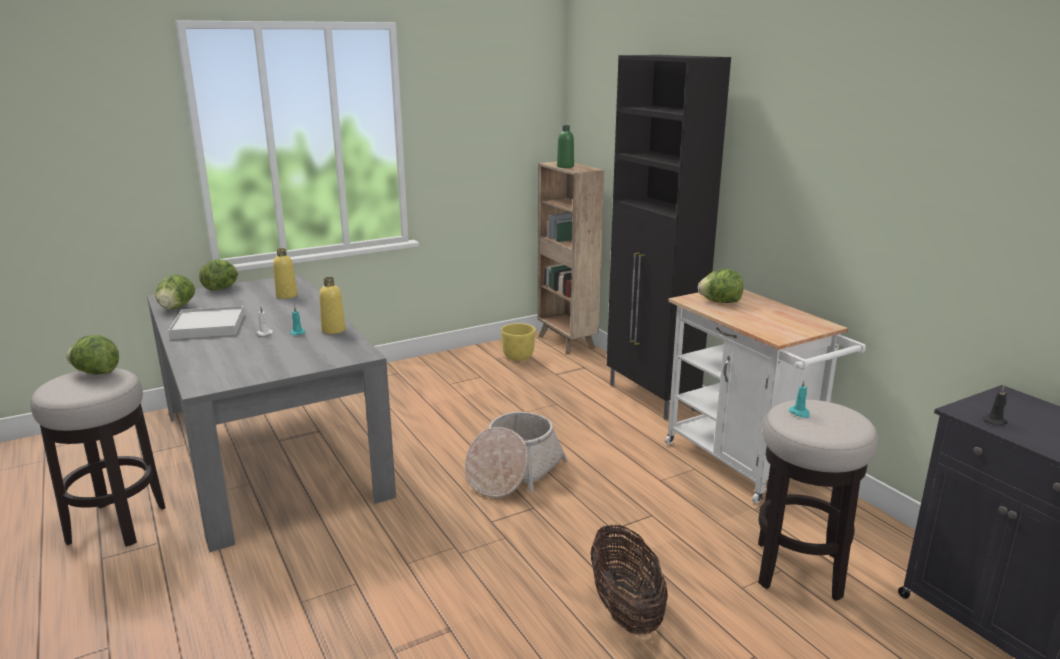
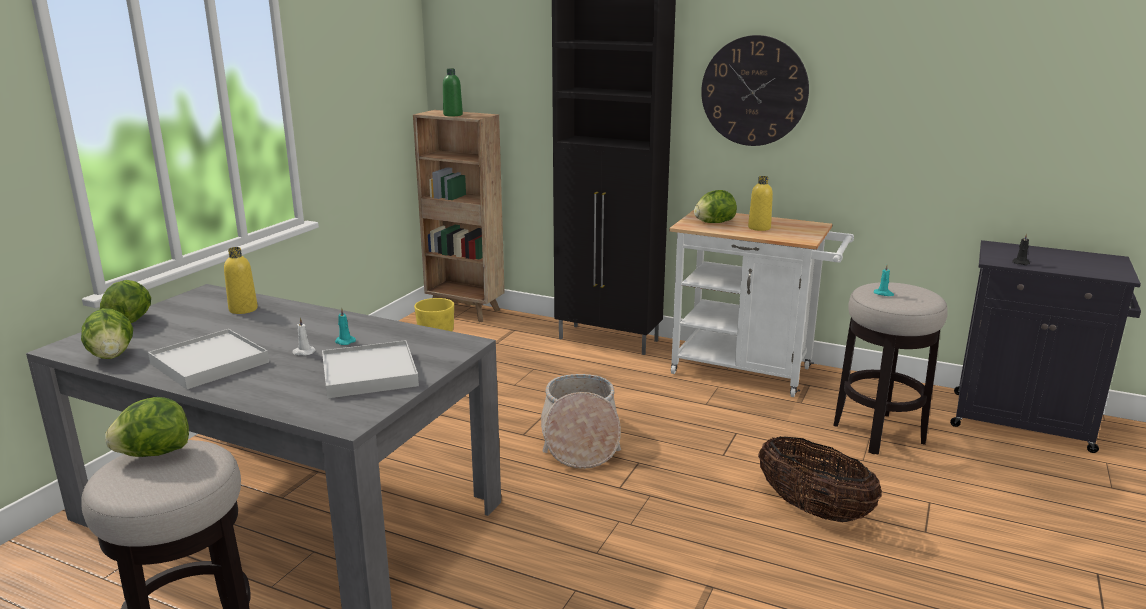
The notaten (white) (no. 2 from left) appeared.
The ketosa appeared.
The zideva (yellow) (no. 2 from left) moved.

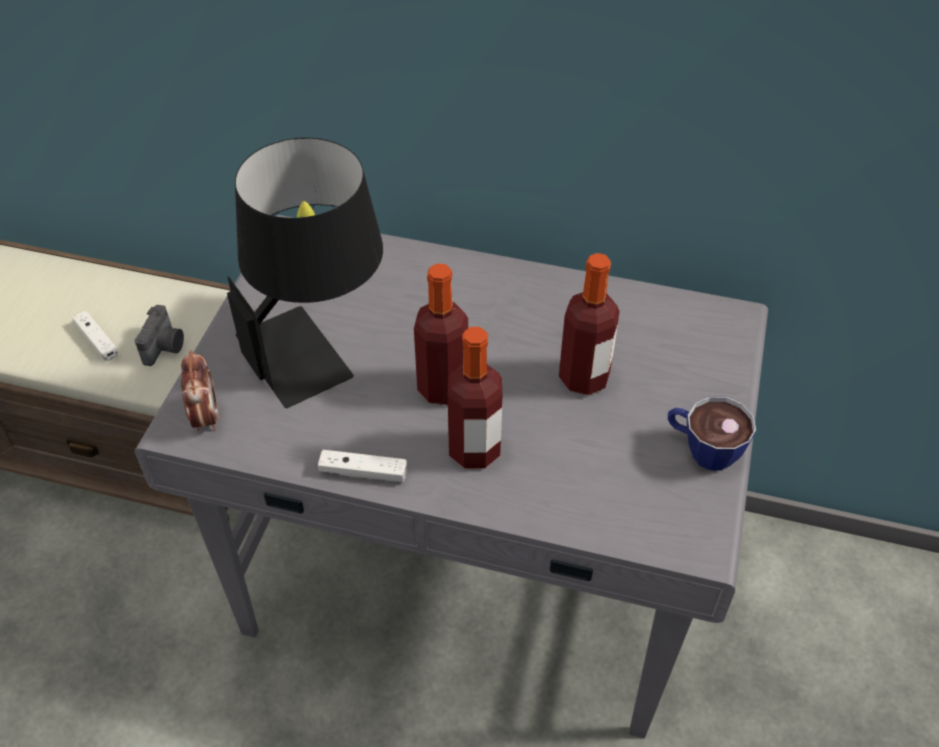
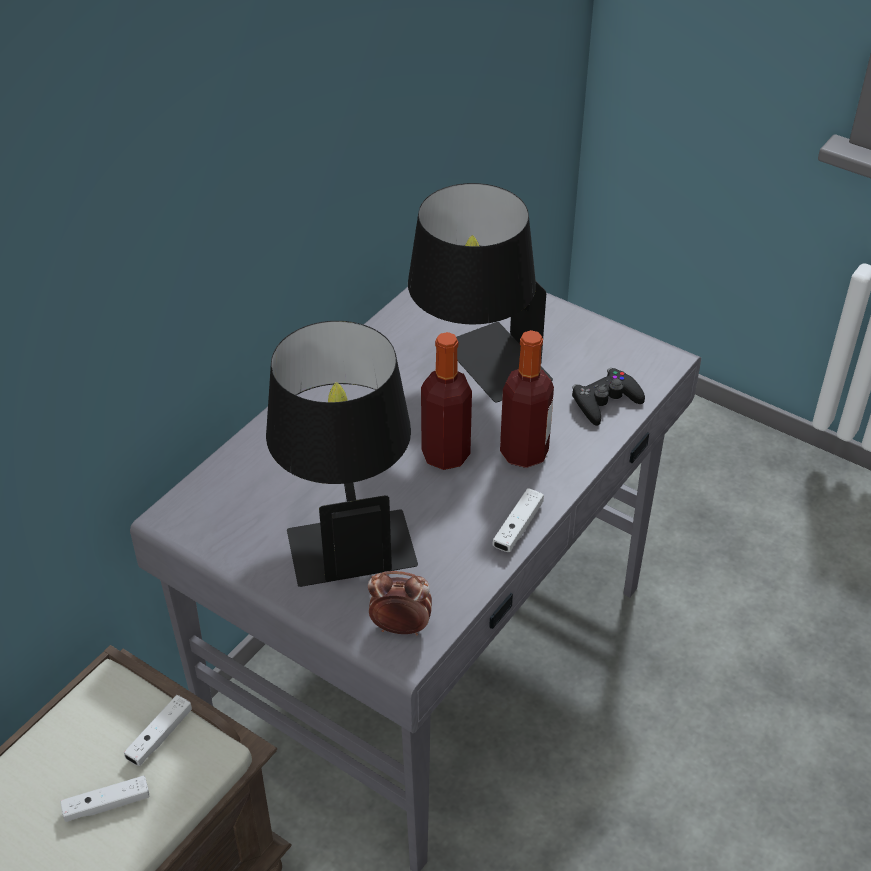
The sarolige was replaced by the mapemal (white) (no. 2 from left).
The zideva (no. 3 from left) was replaced by the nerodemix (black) (no. 2 from left).
The mapemal (black) appeared.
The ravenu disappeared.

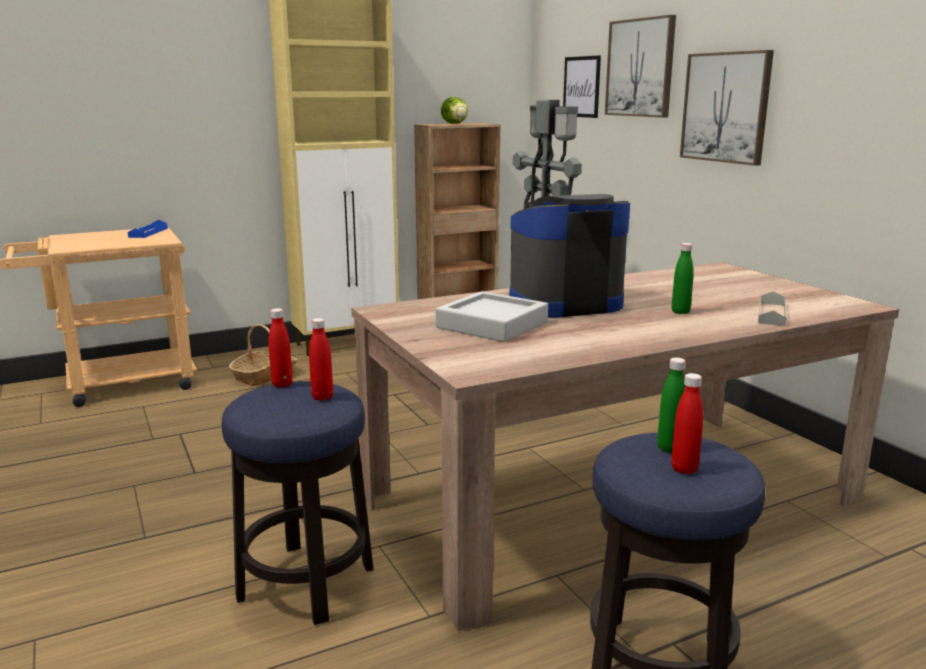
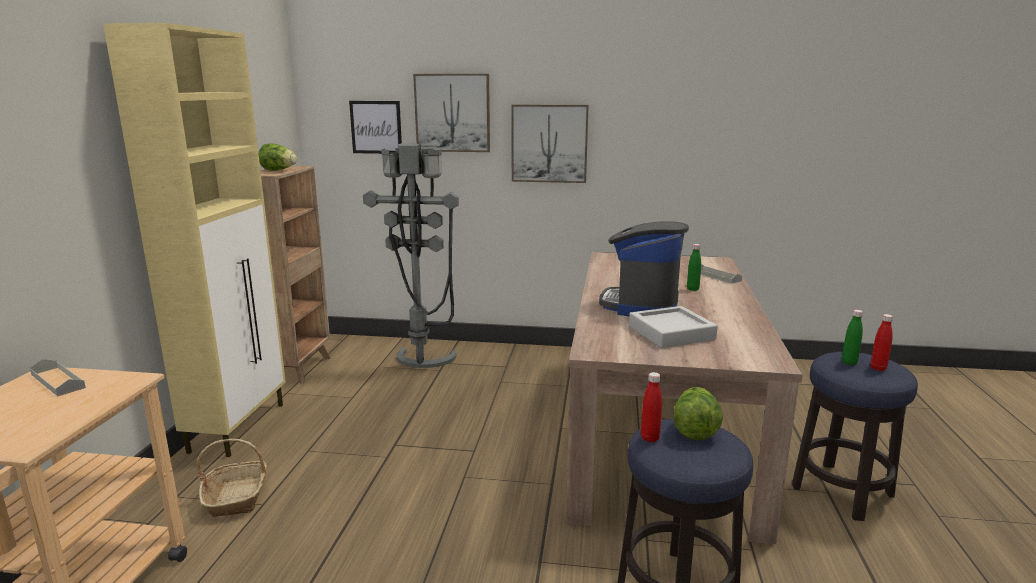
The notaten (blue) became the notaten (grey) (no. 1 from left).
The zideva (red) (no. 2 from left) was replaced by the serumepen (no. 2 from left).

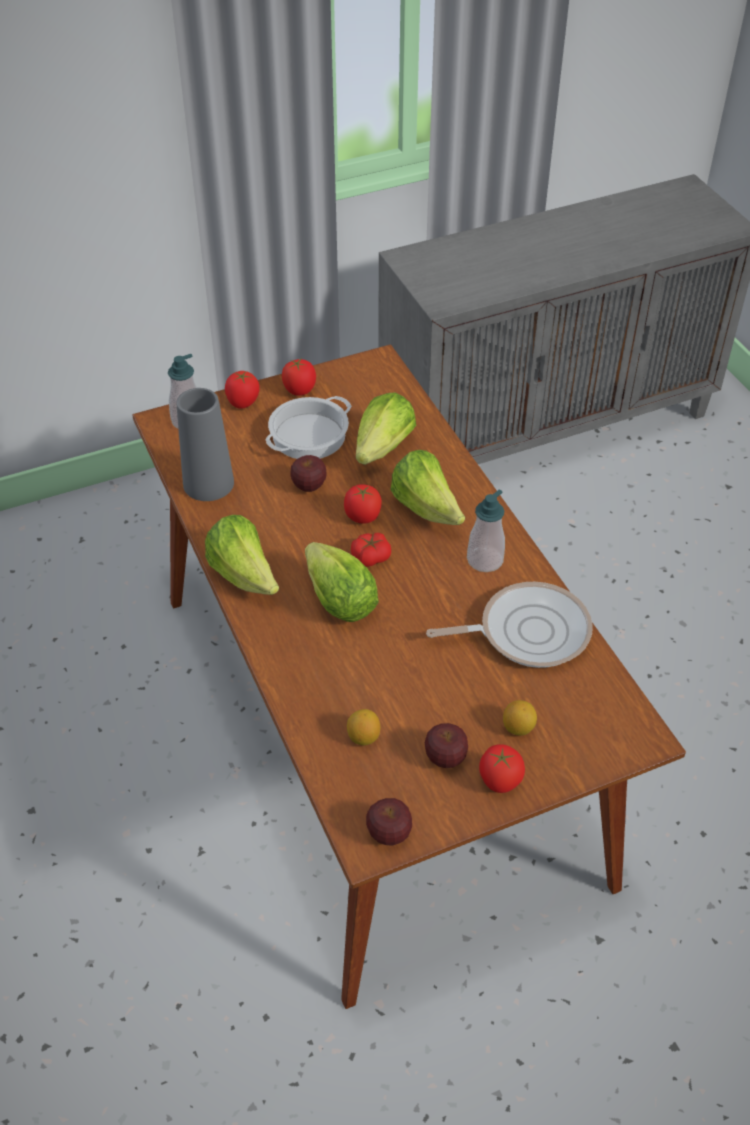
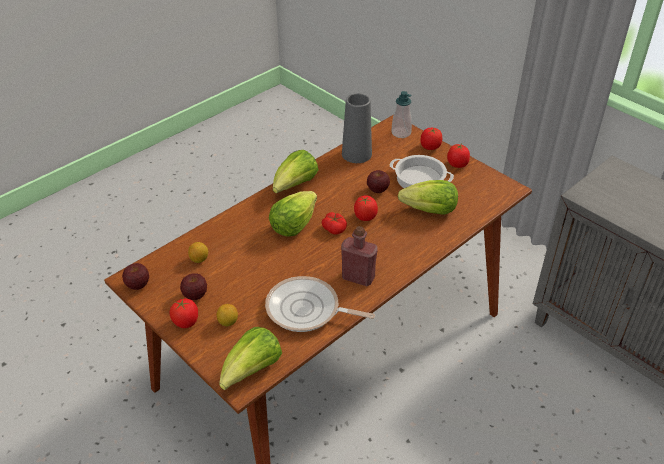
The serumepen (no. 4 from left in the first image) moved.
The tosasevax turned 135 degrees clockwise.
The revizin (no. 2 from left) was replaced by the zideva (red).

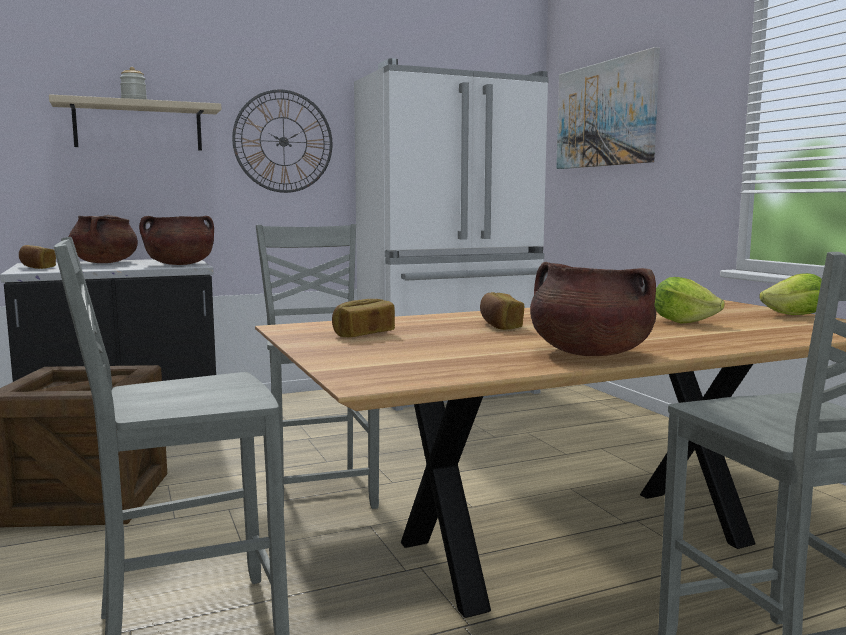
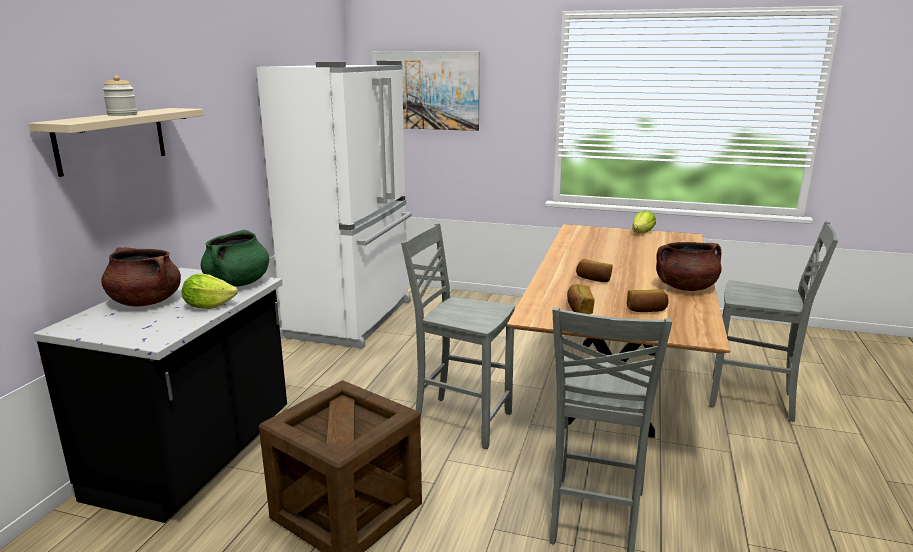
The serumepen (no. 1 from left) moved.
The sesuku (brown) (no. 2 from left) became the sesuku (green).
The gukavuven (no. 1 from left in the first image) moved.
The ketosa disappeared.

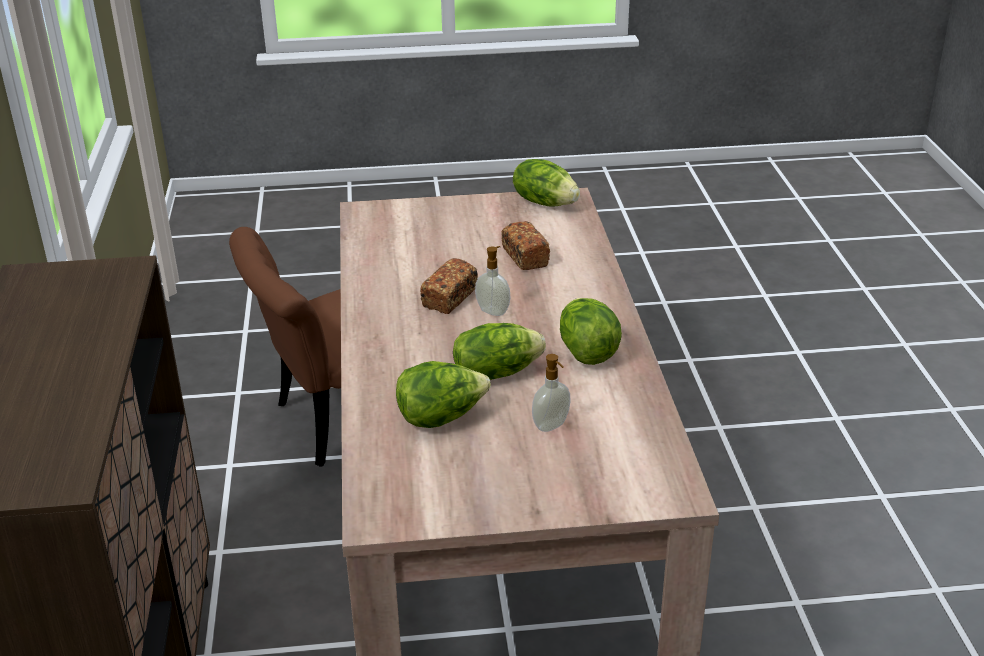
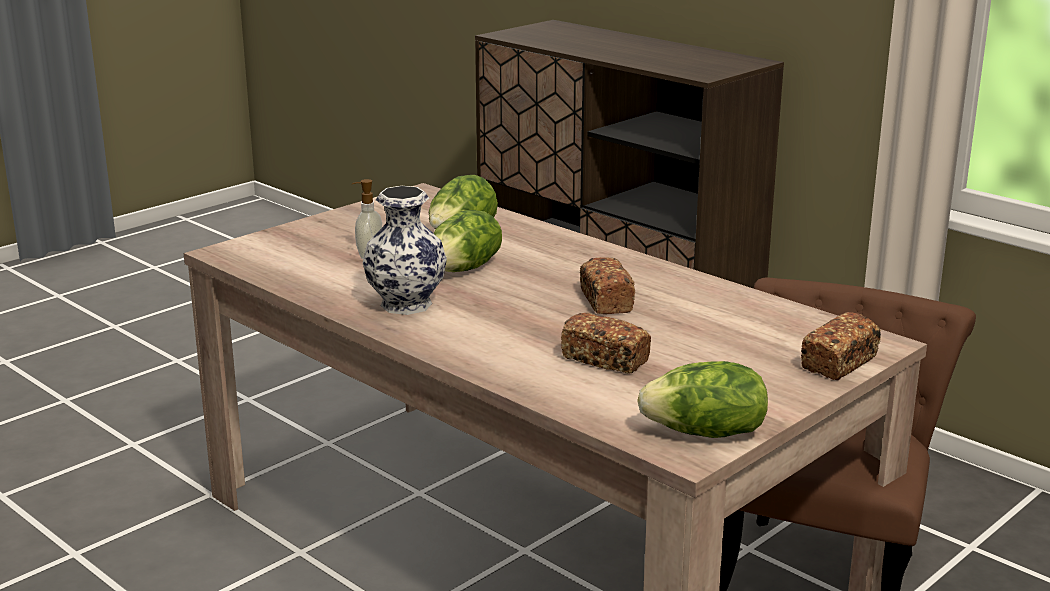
The serumepen (no. 4 from left) was replaced by the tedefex.
The gukavuven (no. 3 from left) appeared.
The revizin (no. 1 from left) disappeared.

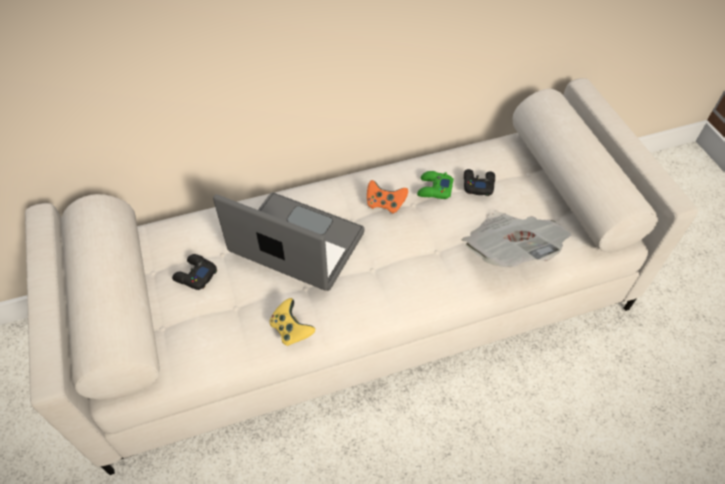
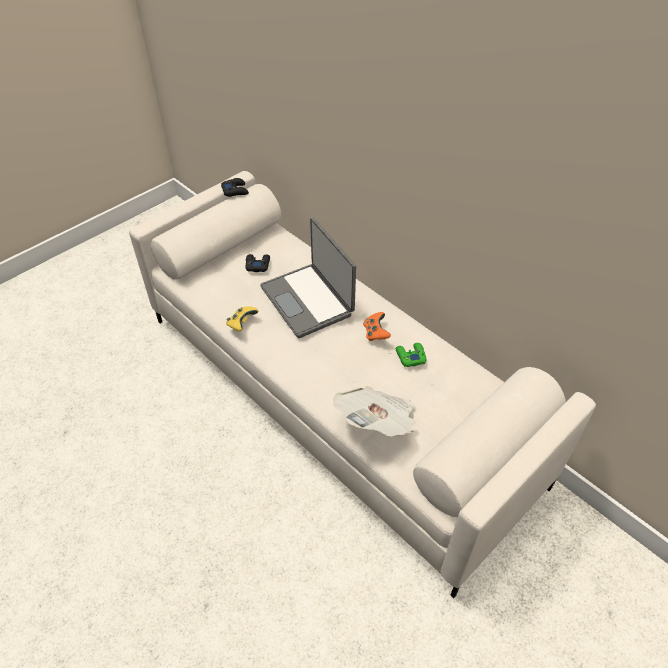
The mapemal (black) (no. 2 from left in the first image) moved.
The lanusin turned 150 degrees clockwise.

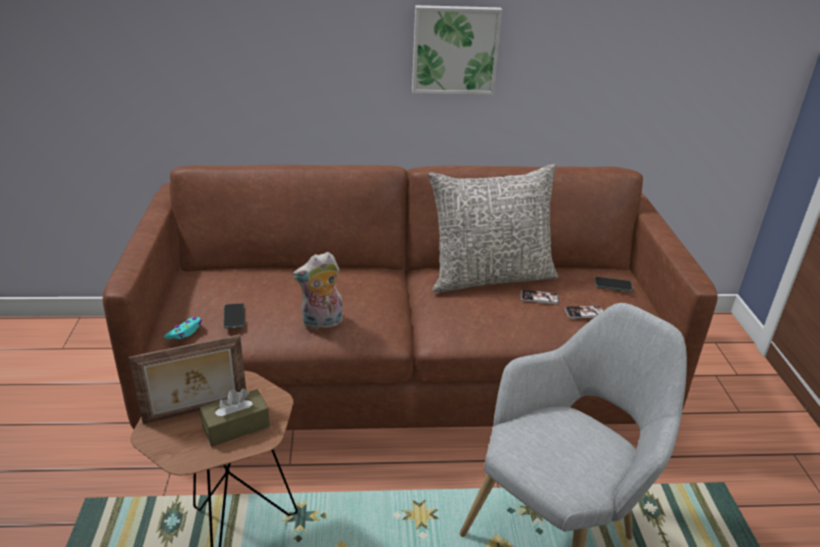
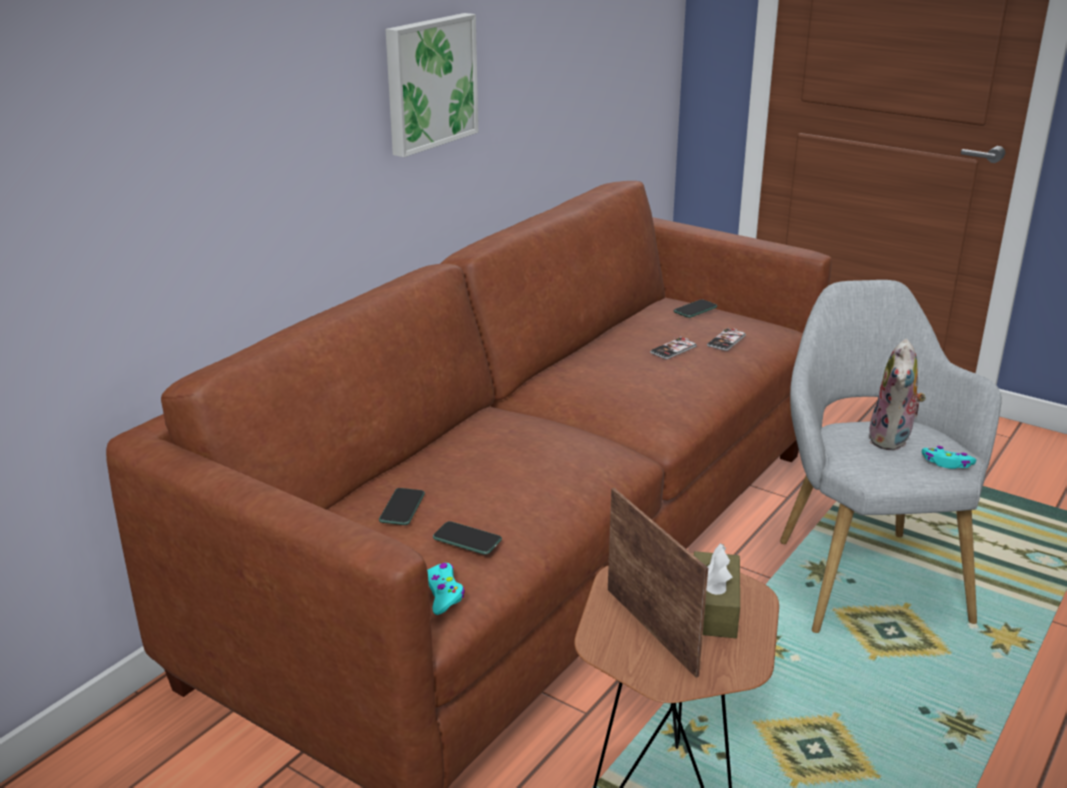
The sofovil (no. 1 from left) appeared.
The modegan turned 45 degrees counterclockwise.
The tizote moved.
The mapemal (turquoise) (no. 2 from left) appeared.
The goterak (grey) disappeared.

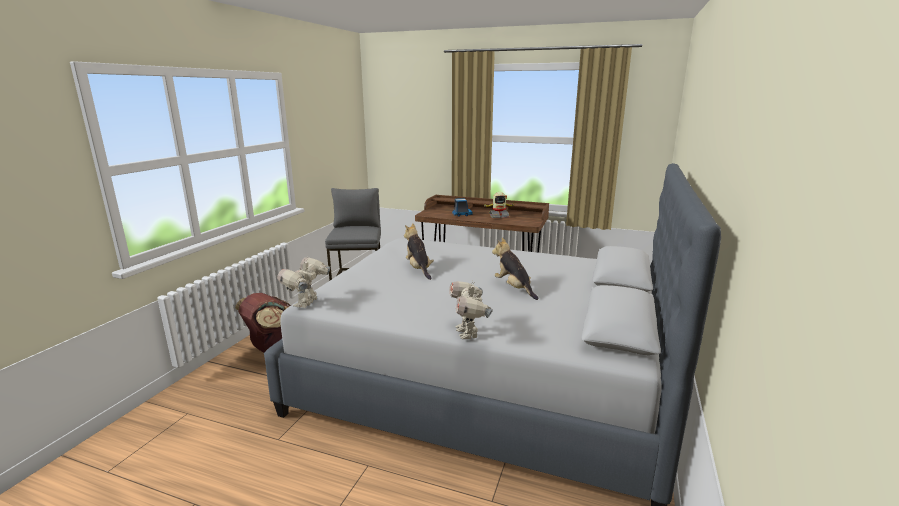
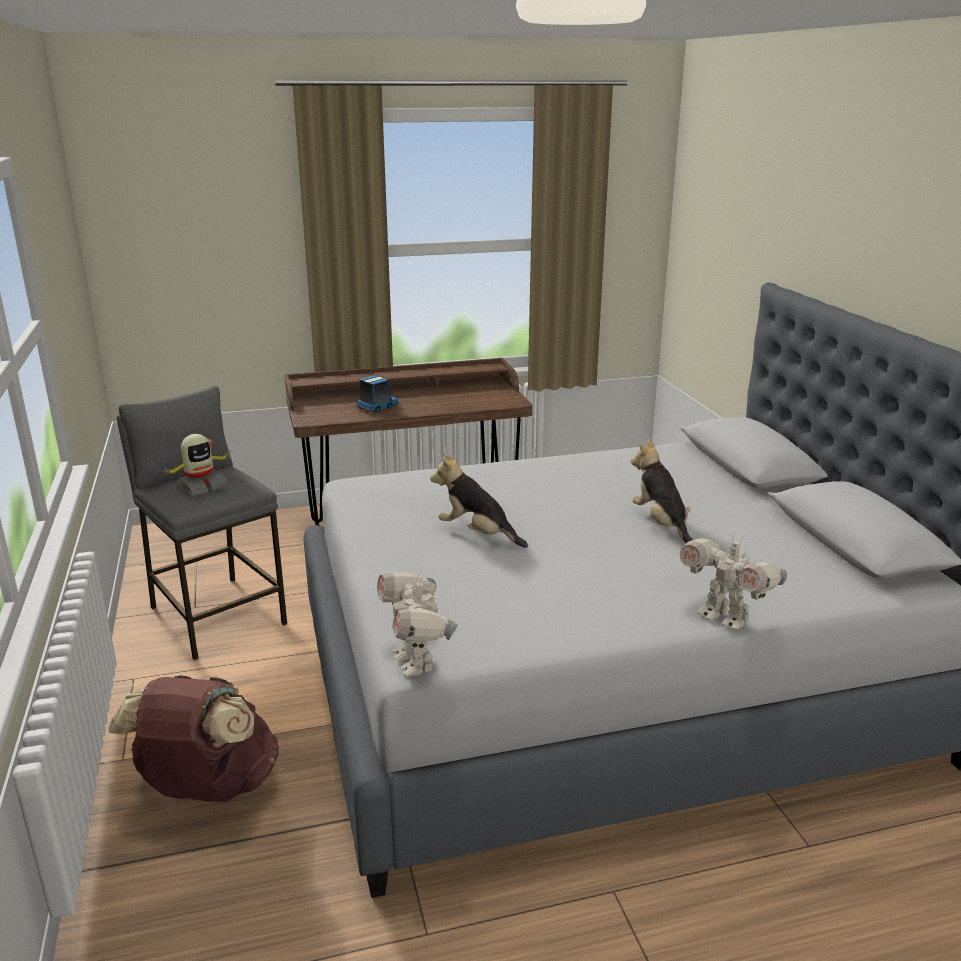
The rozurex (no. 3 from left in the first image) moved.
The tizote (no. 2 from left) turned 45 degrees clockwise.

